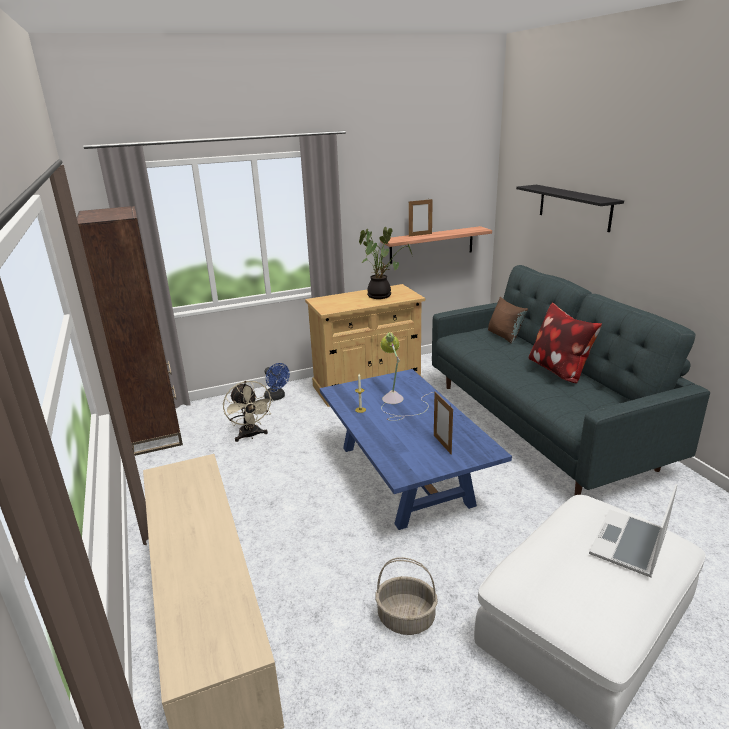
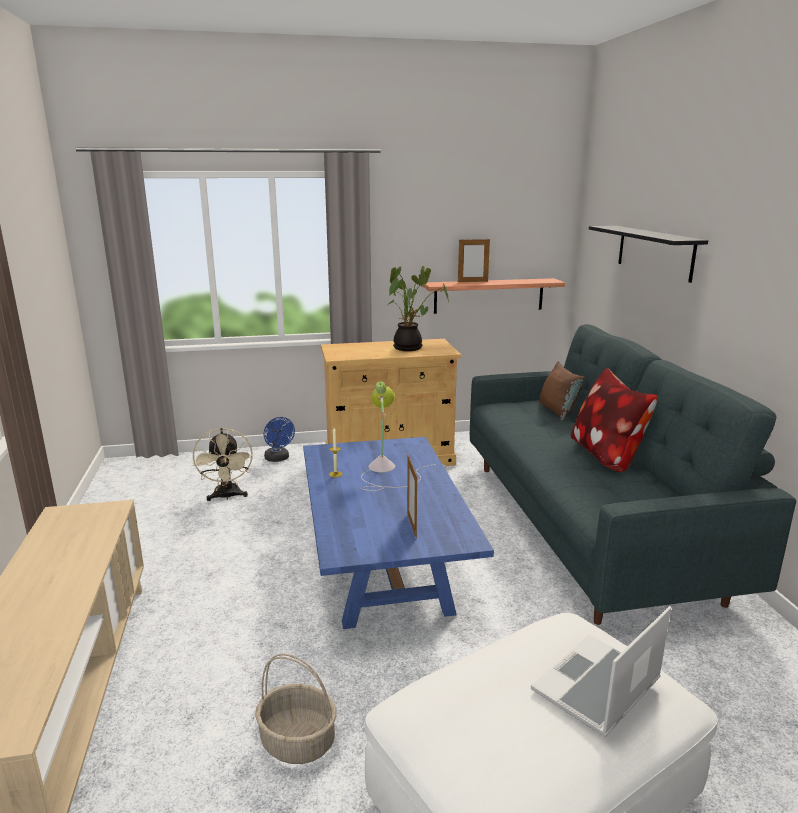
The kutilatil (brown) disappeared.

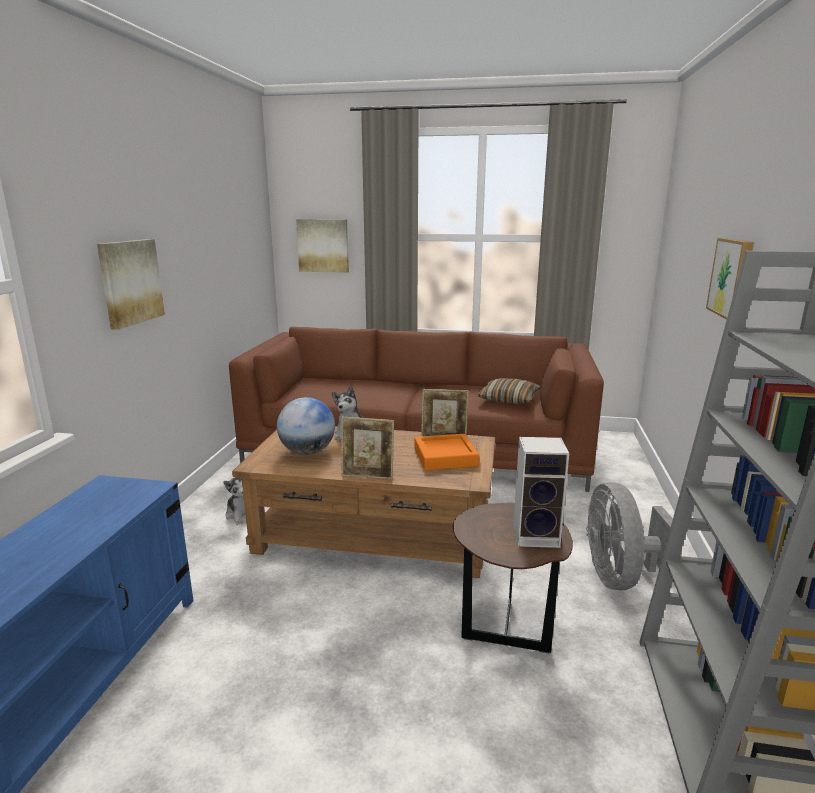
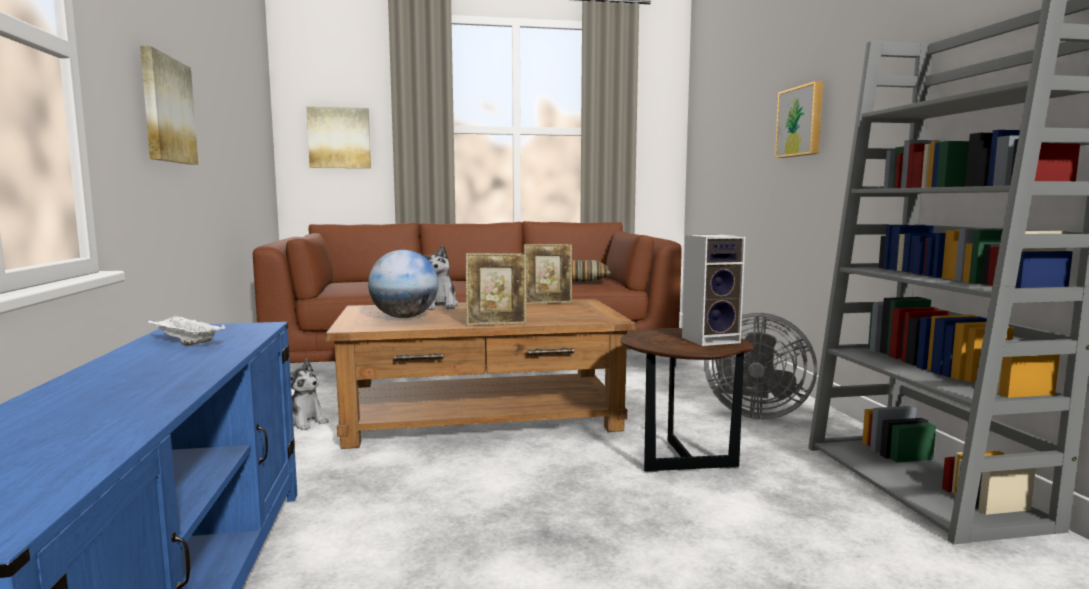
The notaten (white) appeared.
The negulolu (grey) turned 45 degrees counterclockwise.
The notaten (orange) disappeared.

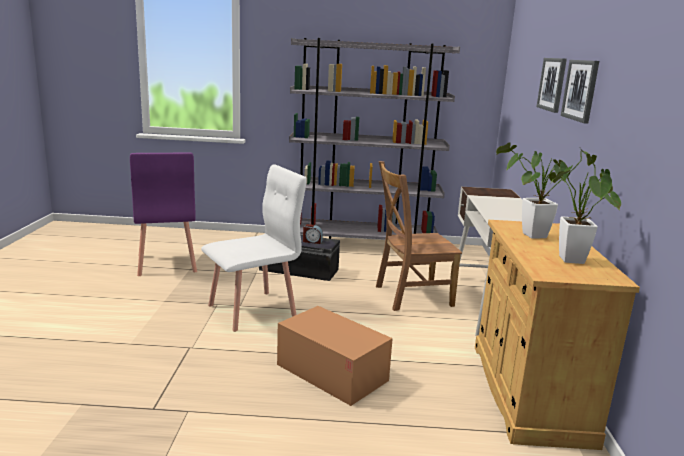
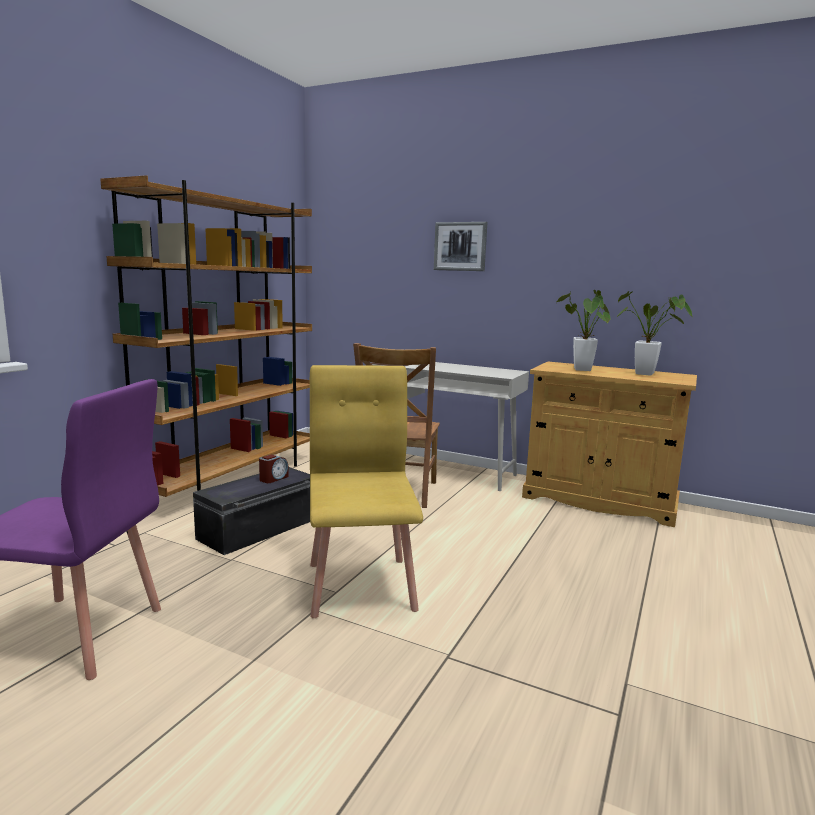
The kutilatil (grey) became the kutilatil (brown).
The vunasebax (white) became the vunasebax (yellow).
The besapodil disappeared.
The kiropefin (no. 2 from left) disappeared.

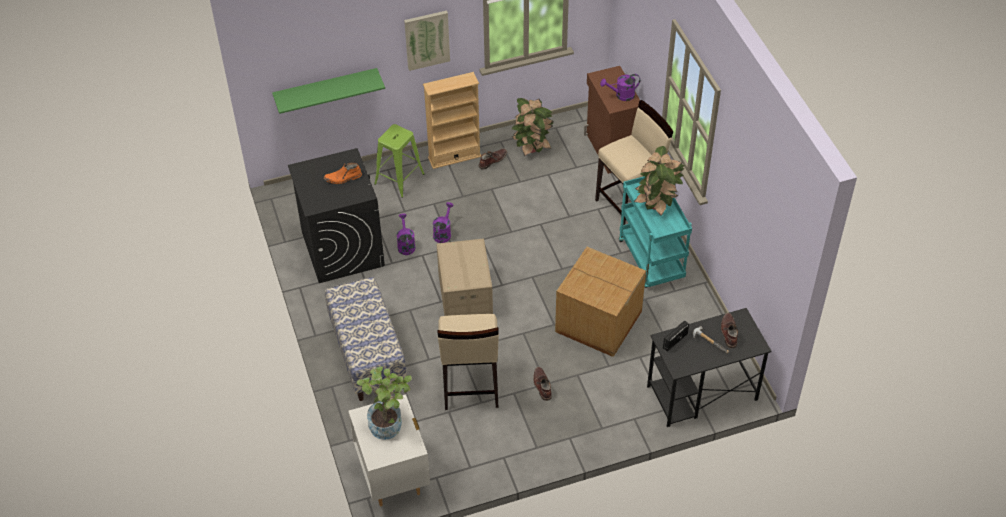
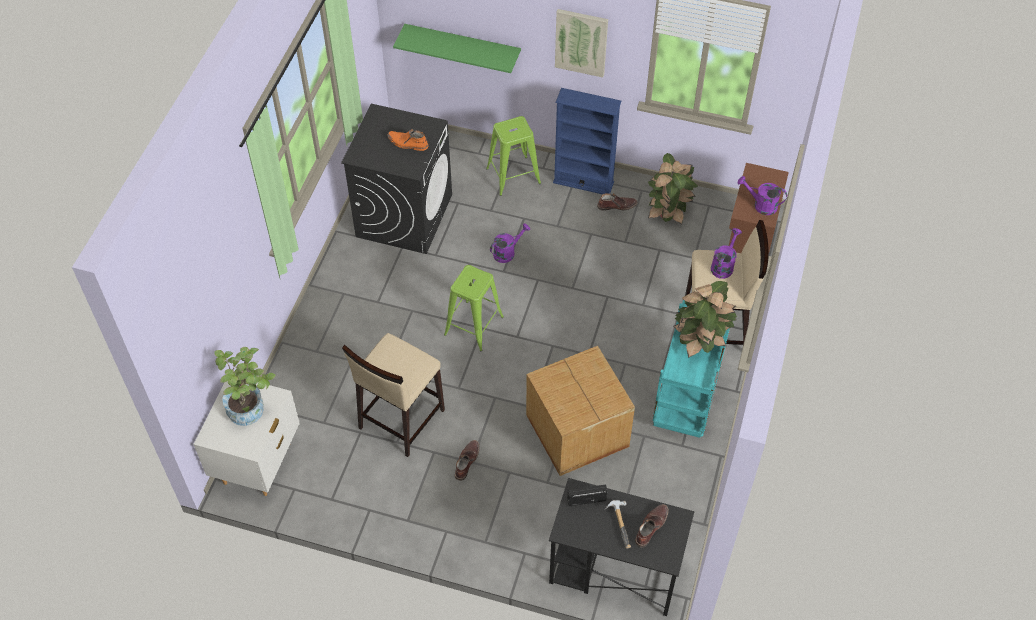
The besapodil (no. 1 from left) was replaced by the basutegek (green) (no. 1 from left).
The kutilatil (beige) became the kutilatil (blue).
The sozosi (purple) (no. 1 from left in the first image) moved.
The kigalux disappeared.

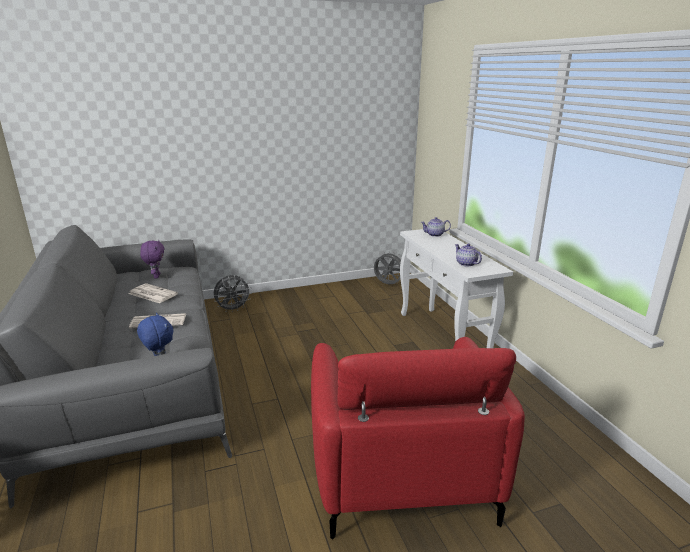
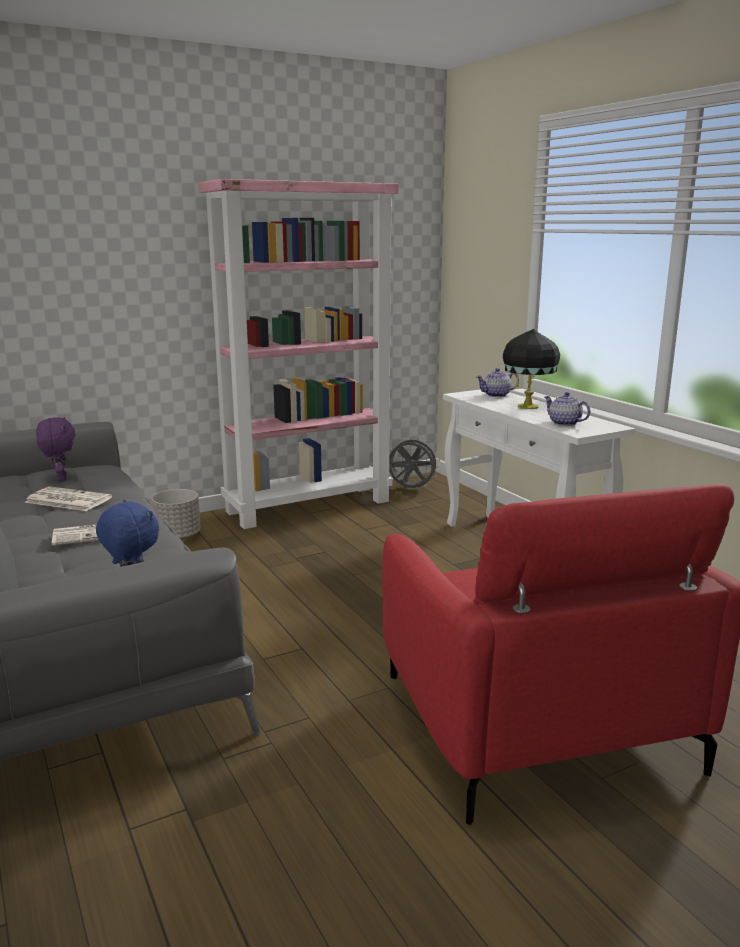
The negulolu (grey) (no. 1 from left) was replaced by the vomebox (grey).
The kutilatil (pink) appeared.
The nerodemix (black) appeared.

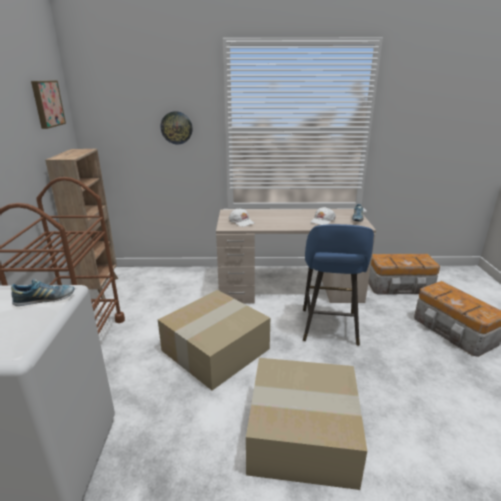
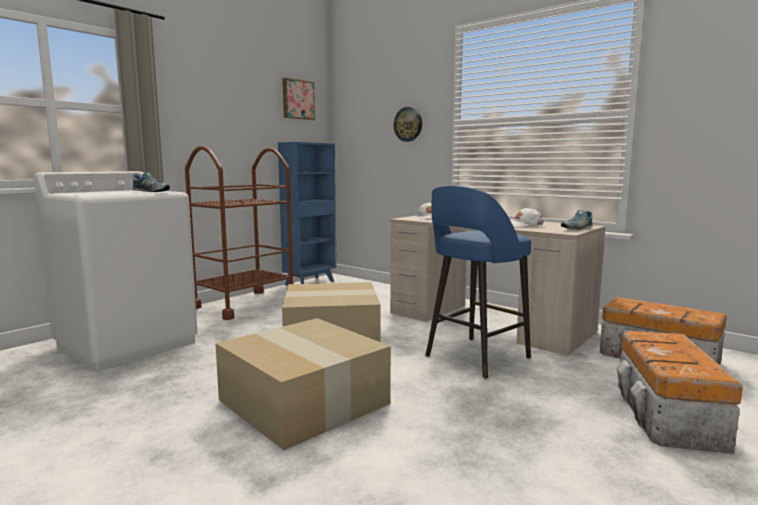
The kutilatil (brown) became the kutilatil (blue).

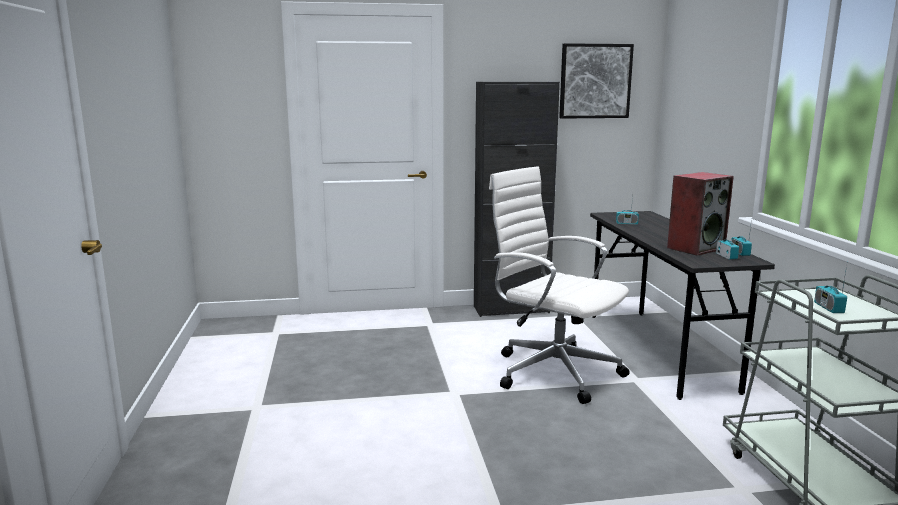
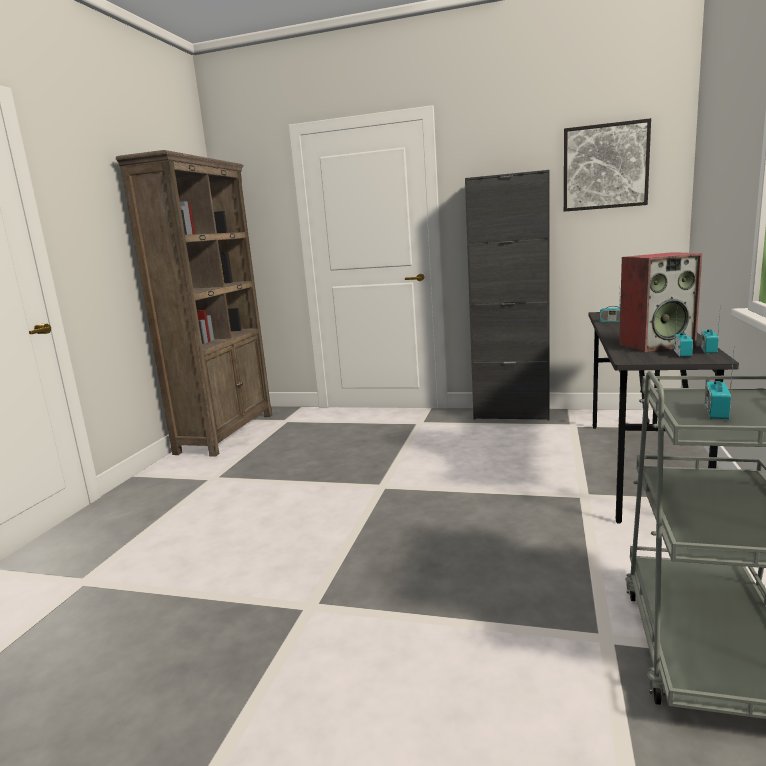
The kutilatil (brown) appeared.
The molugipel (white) disappeared.

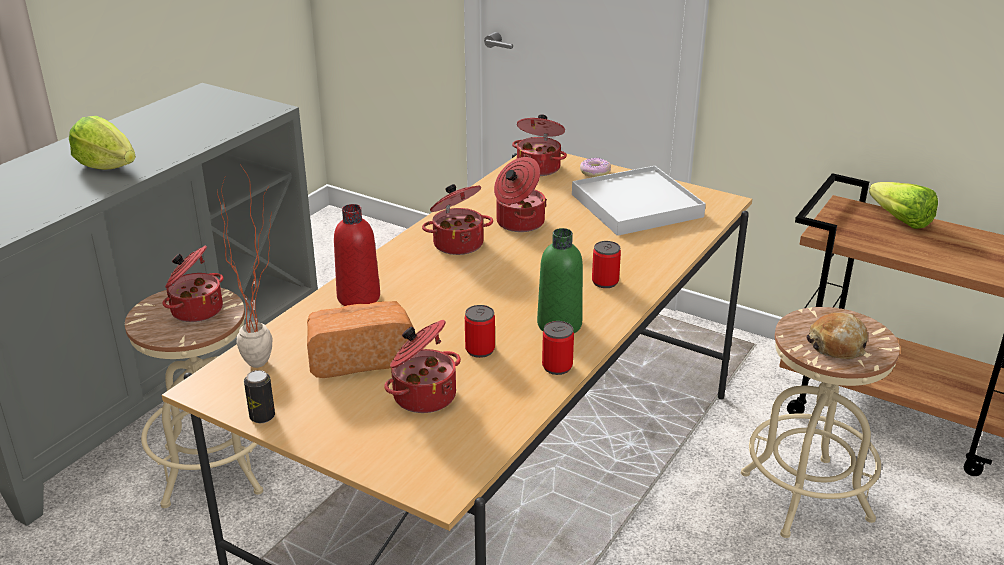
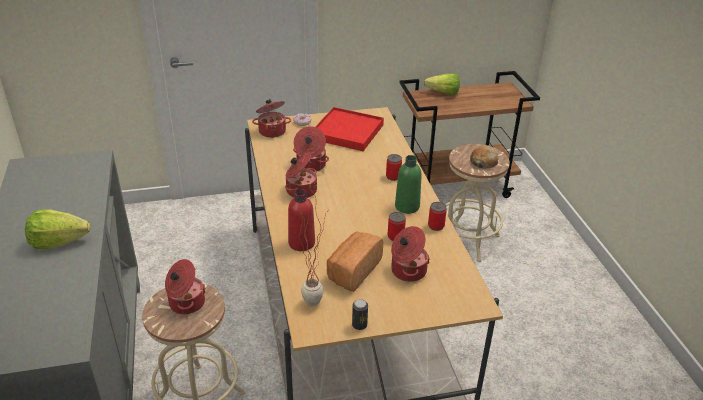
The notaten (white) became the notaten (red).

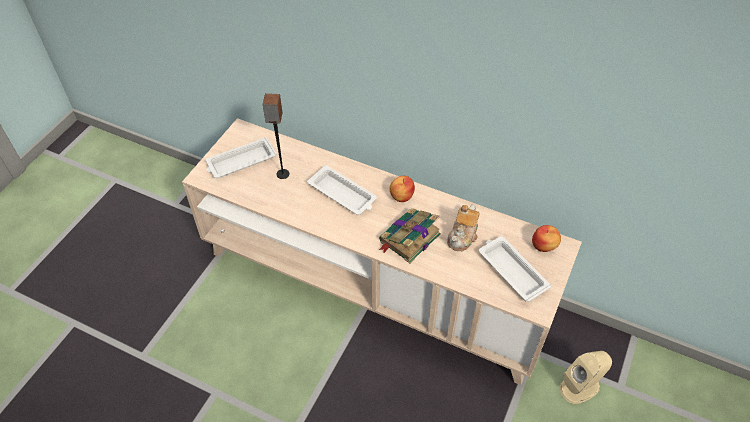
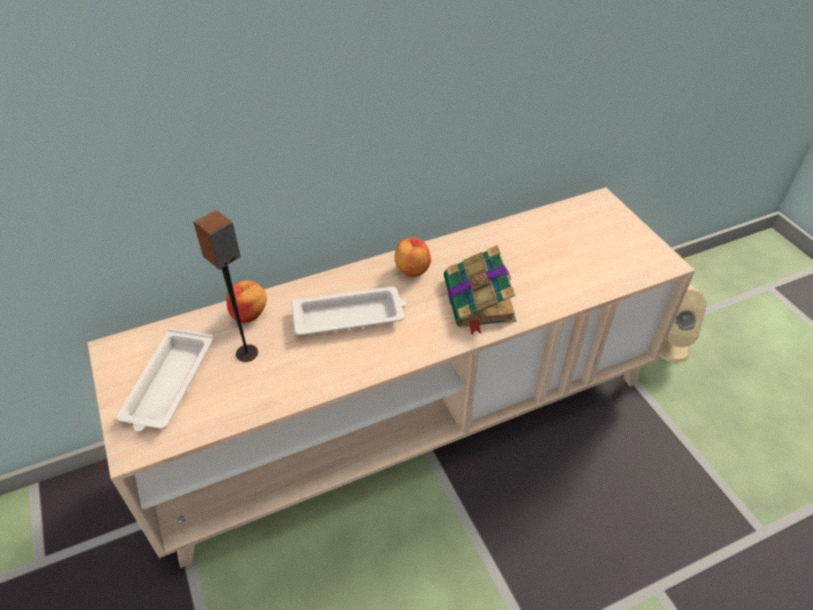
The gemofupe (no. 2 from left in the first image) moved.
The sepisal disappeared.
The notaten (white) (no. 3 from left) disappeared.

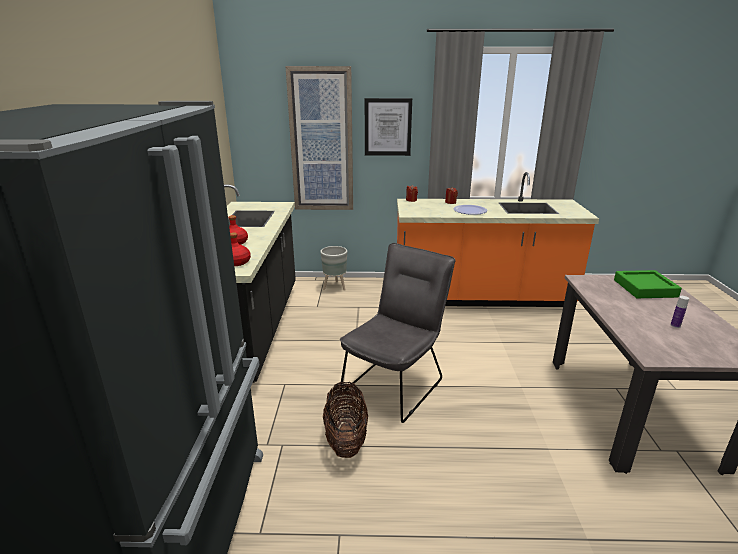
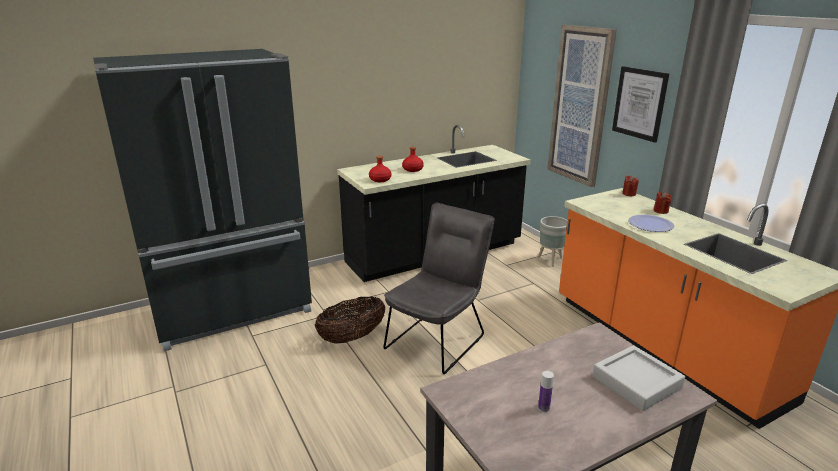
The vunasebax (grey) turned 60 degrees counterclockwise.
The notaten (green) became the notaten (grey).

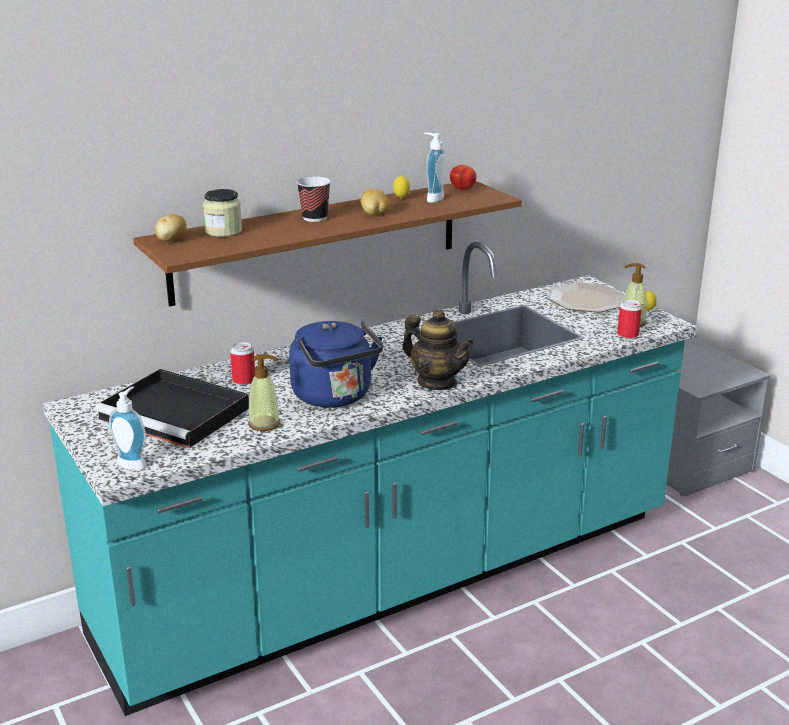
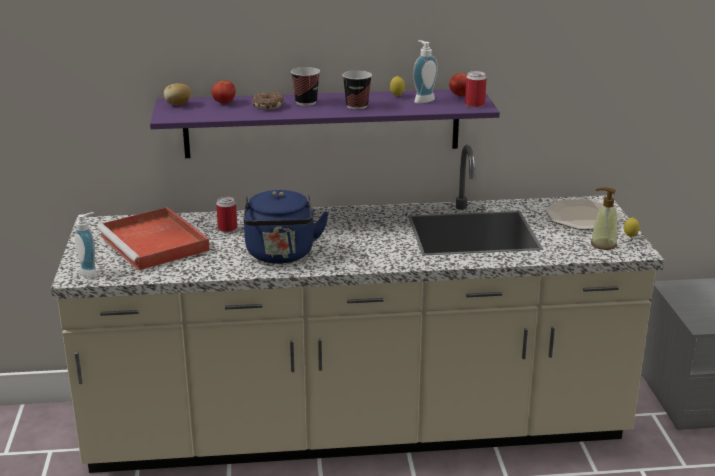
The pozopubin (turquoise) became the pozopubin (beige).
The notaten (black) became the notaten (red).
The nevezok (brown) became the nevezok (purple).
The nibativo was replaced by the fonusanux (no. 1 from left).
The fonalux appeared.
The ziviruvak (no. 2 from left) was replaced by the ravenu (no. 2 from left).
The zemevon (no. 2 from left) moved.
The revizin (no. 2 from left) disappeared.
The sepisal disappeared.

